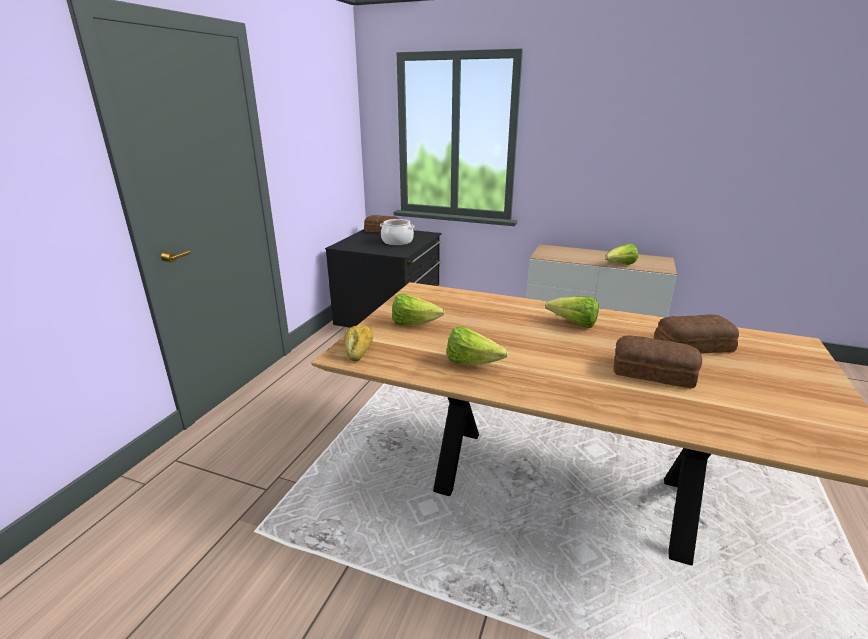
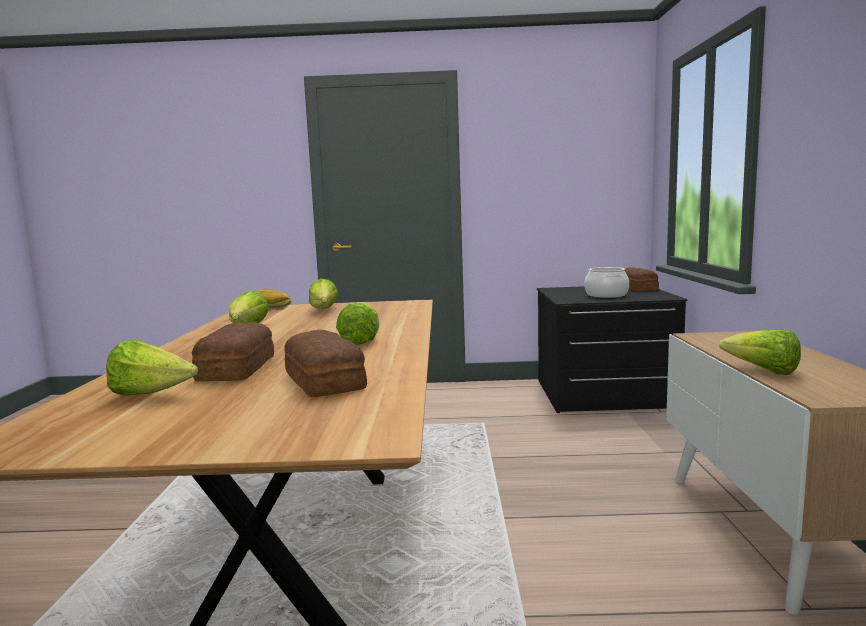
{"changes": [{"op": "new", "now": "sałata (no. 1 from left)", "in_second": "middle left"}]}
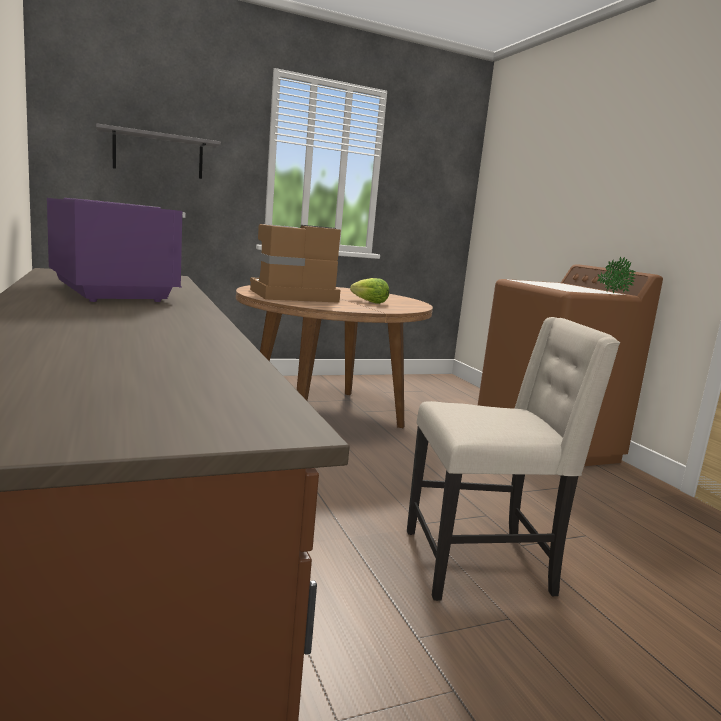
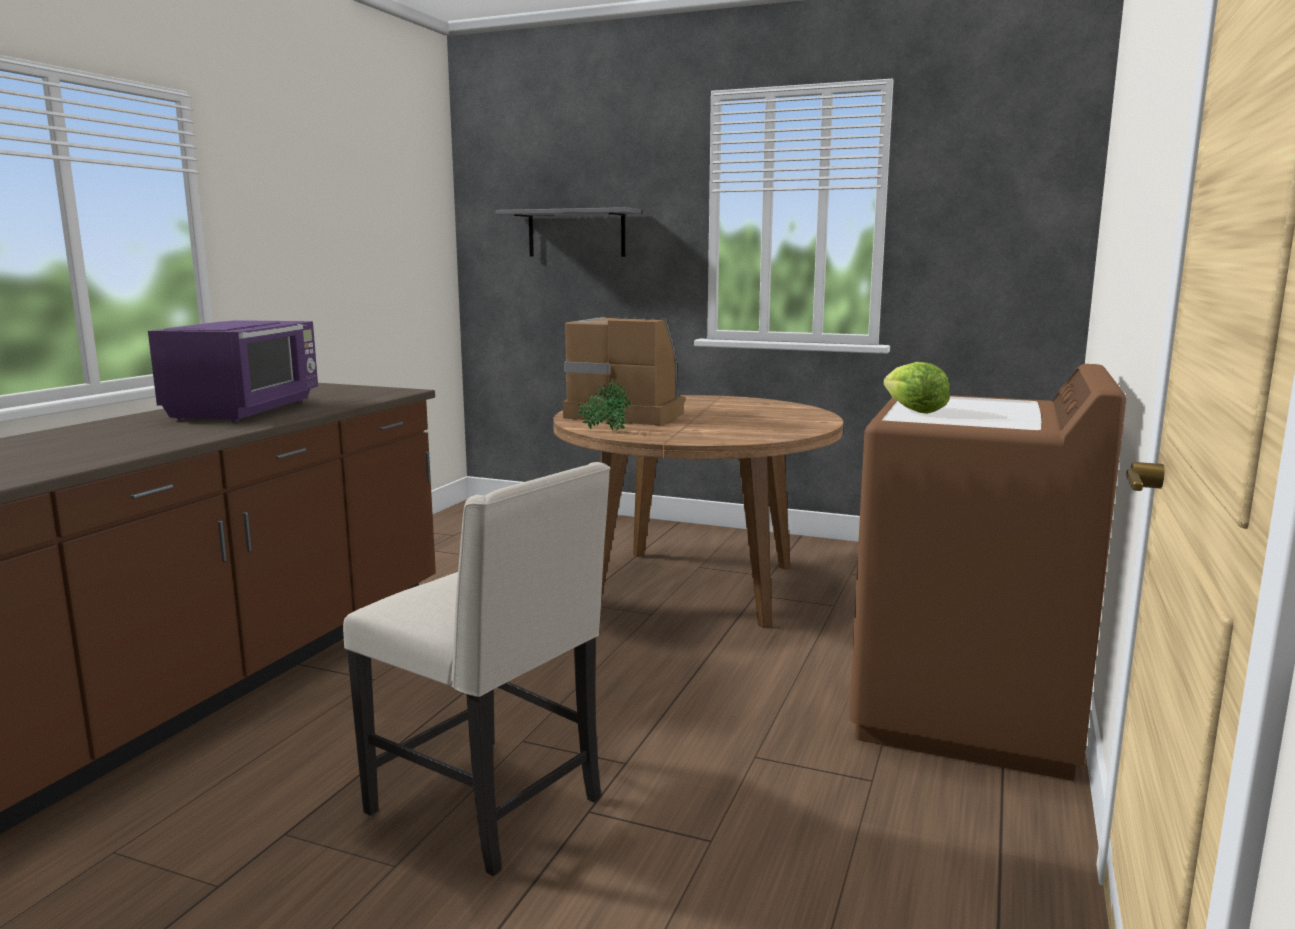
{"changes": [{"op": "shifted", "was": "roślina doniczkowa", "in_first": "middle right", "in_second": "centre"}, {"op": "shifted", "was": "sałata", "in_first": "centre", "in_second": "middle right"}]}
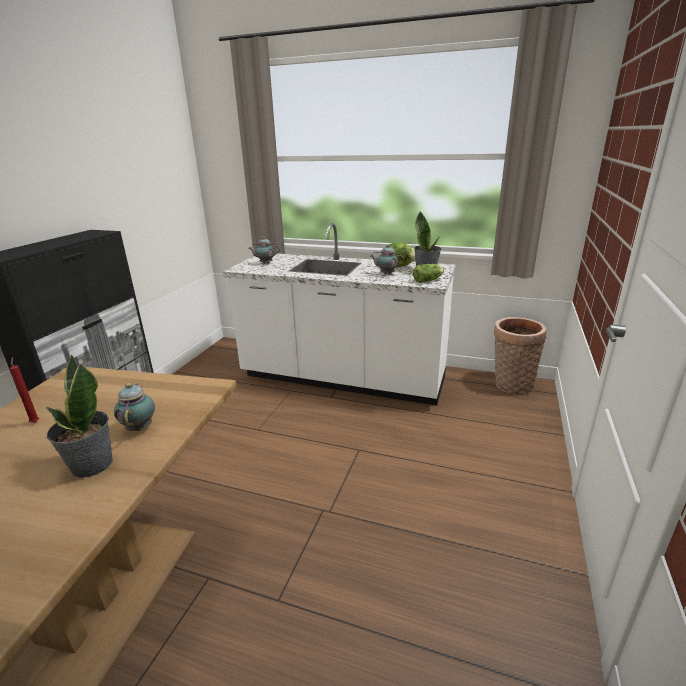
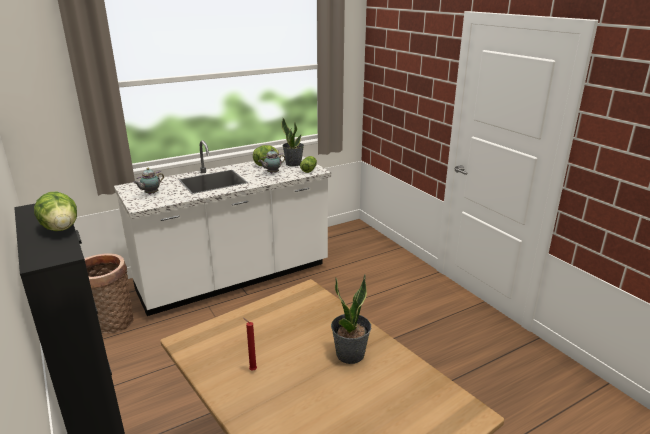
{"changes": [{"op": "shifted", "was": "koszyk", "in_first": "middle right", "in_second": "bottom left"}, {"op": "gone", "was": "imbryk (no. 1 from left)", "in_first": "middle left"}, {"op": "new", "now": "sałata (no. 1 from left)", "in_second": "middle left"}]}
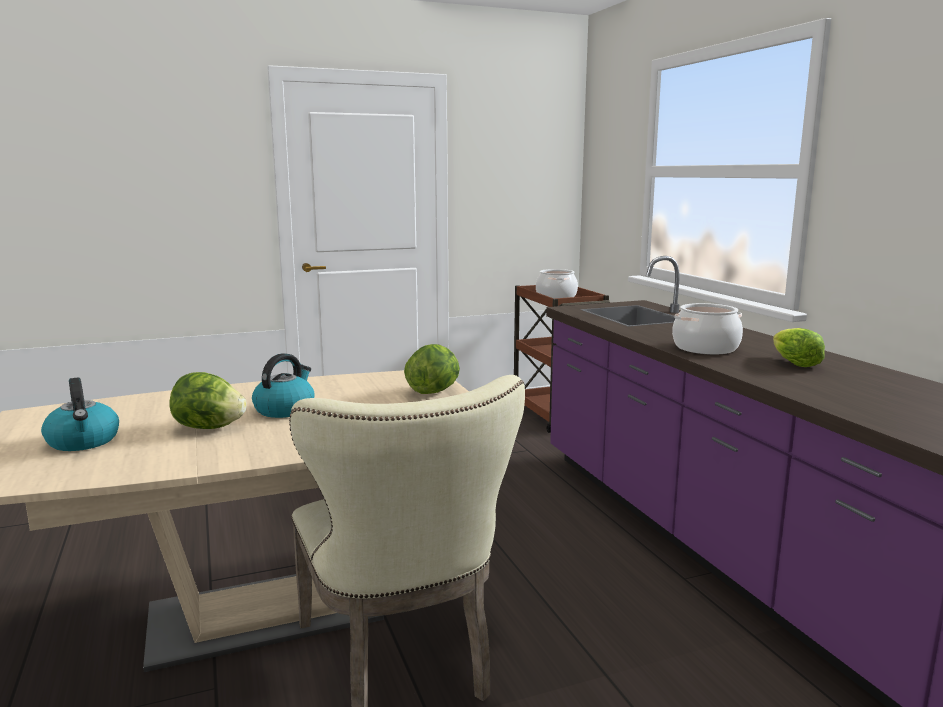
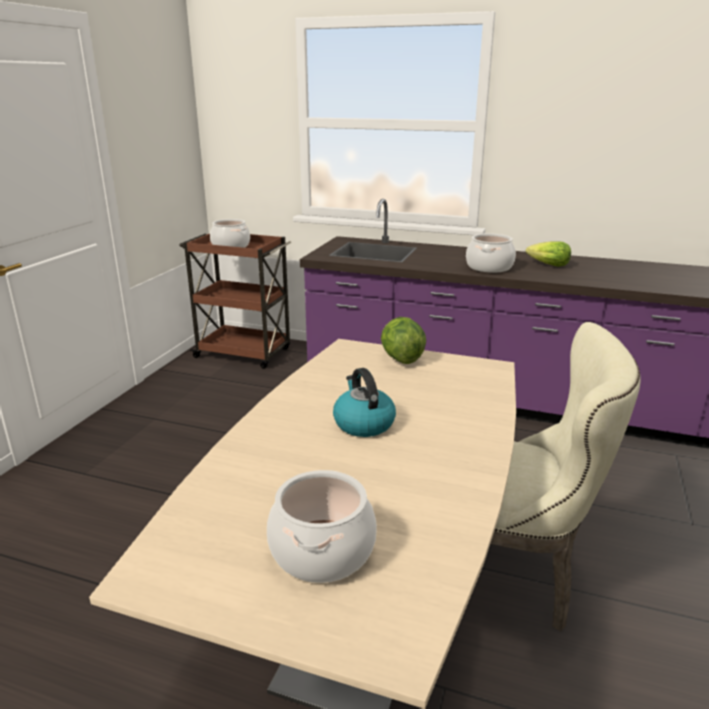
{"changes": [{"op": "gone", "was": "sałata (no. 1 from left)", "in_first": "middle left"}, {"op": "swapped", "was": "czajnik (no. 1 from left)", "now": "garnek (no. 2 from left)", "in_first": "middle left", "in_second": "bottom centre"}]}
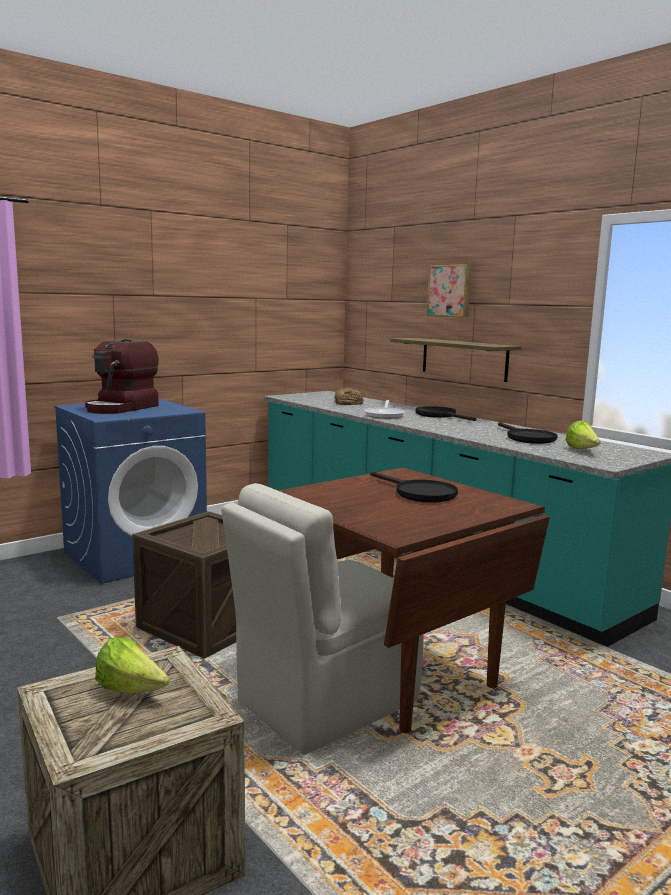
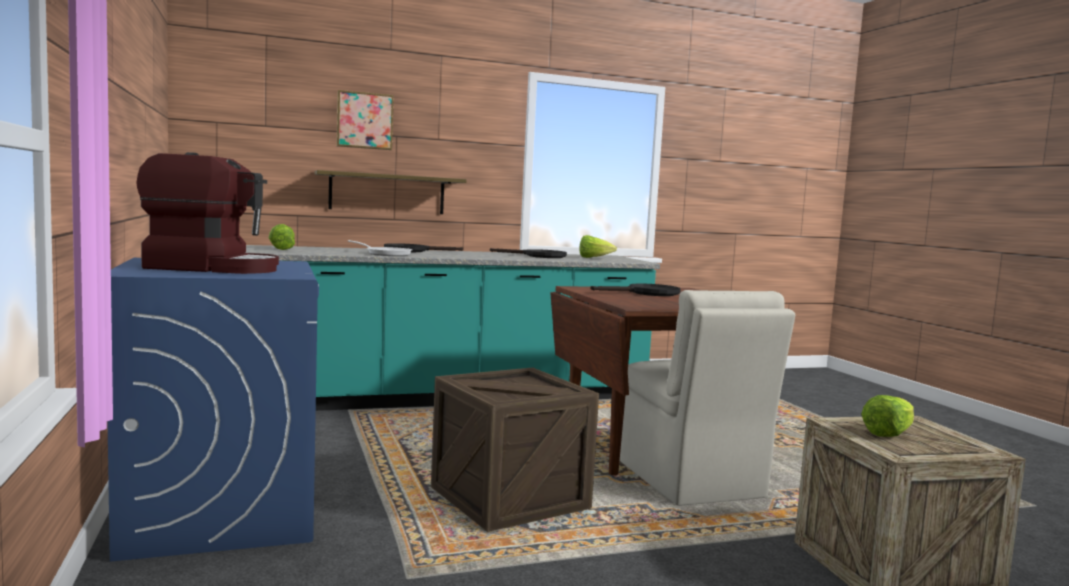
{"changes": [{"op": "rotated", "was": "ekspres do kawy", "in_first": "middle left", "in_second": "middle left", "clockwise": -45}, {"op": "swapped", "was": "chleb", "now": "sałata (no. 1 from left)", "in_first": "centre", "in_second": "middle left"}]}
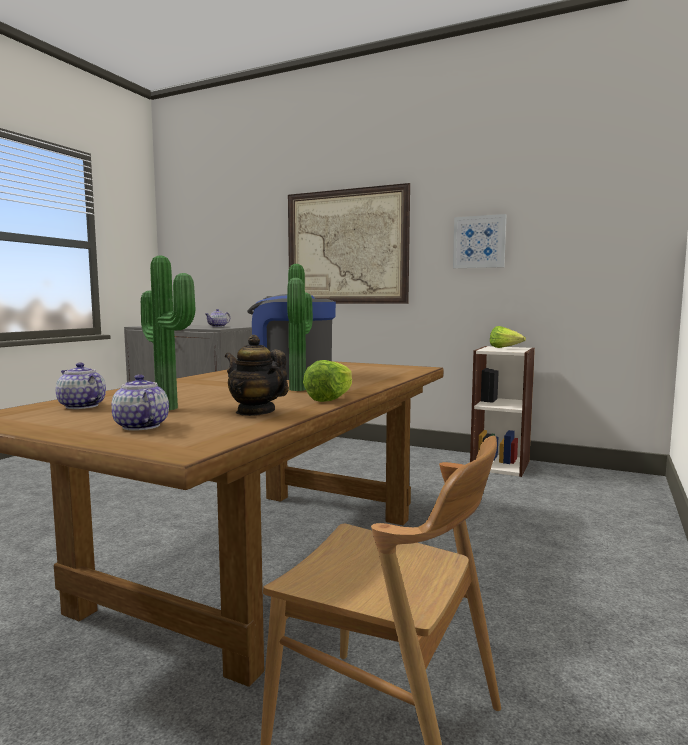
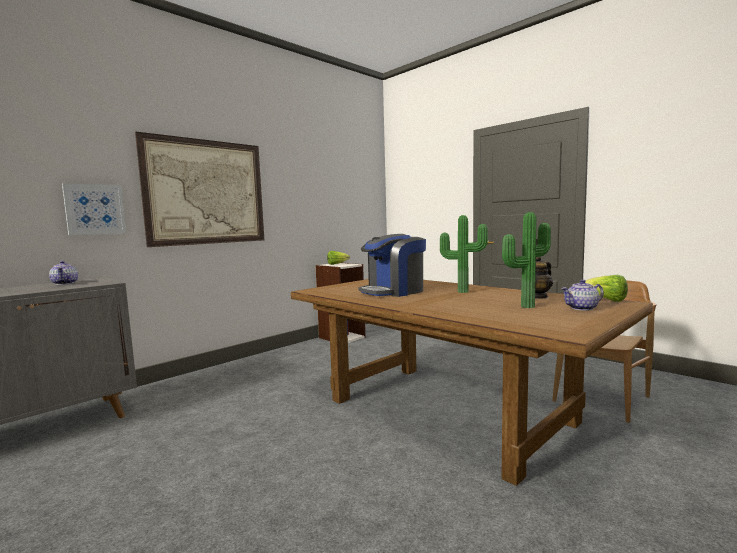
{"changes": [{"op": "shifted", "was": "obraz (no. 2 from left in the first image)", "now": "obraz (no. 1 from left)", "in_first": "top right", "in_second": "middle left"}, {"op": "shifted", "was": "sałata (no. 1 from left in the first image)", "now": "sałata (no. 2 from left)", "in_first": "centre", "in_second": "middle right"}, {"op": "gone", "was": "imbryk (no. 1 from left)", "in_first": "middle left"}]}
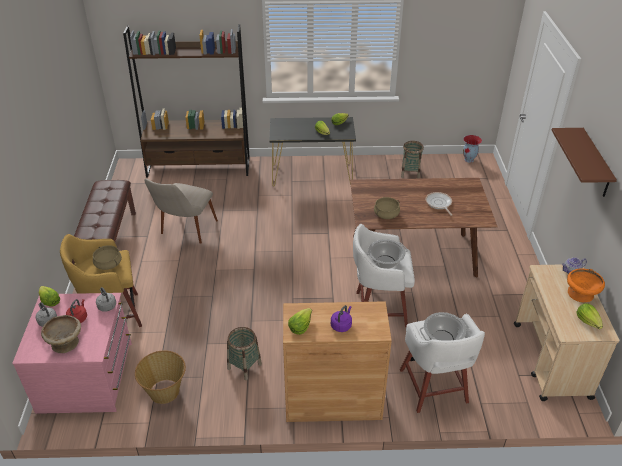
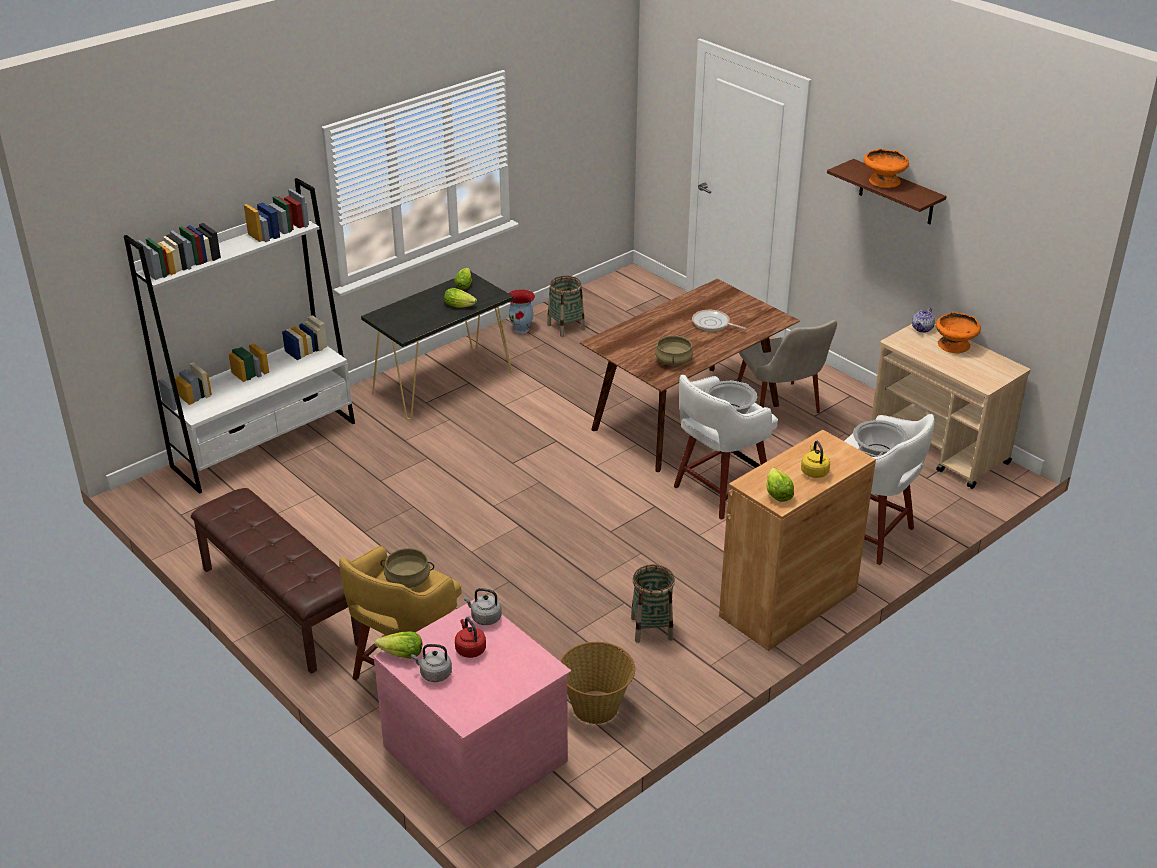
{"changes": [{"op": "repainted", "was": "regał/brązowy", "now": "regał/biały", "in_first": "top left", "in_second": "middle left"}, {"op": "shifted", "was": "wazon", "in_first": "top right", "in_second": "centre"}, {"op": "shifted", "was": "krzesło/beżowy", "in_first": "middle left", "in_second": "middle right"}, {"op": "gone", "was": "sałata (no. 5 from left)", "in_first": "bottom right"}, {"op": "repainted", "was": "czajnik/fioletowy", "now": "czajnik/żółty", "in_first": "bottom centre", "in_second": "middle right"}, {"op": "gone", "was": "miska/beżowy", "in_first": "bottom left"}, {"op": "new", "now": "miska/pomarańczowy (no. 1 from left)", "in_second": "top right"}]}
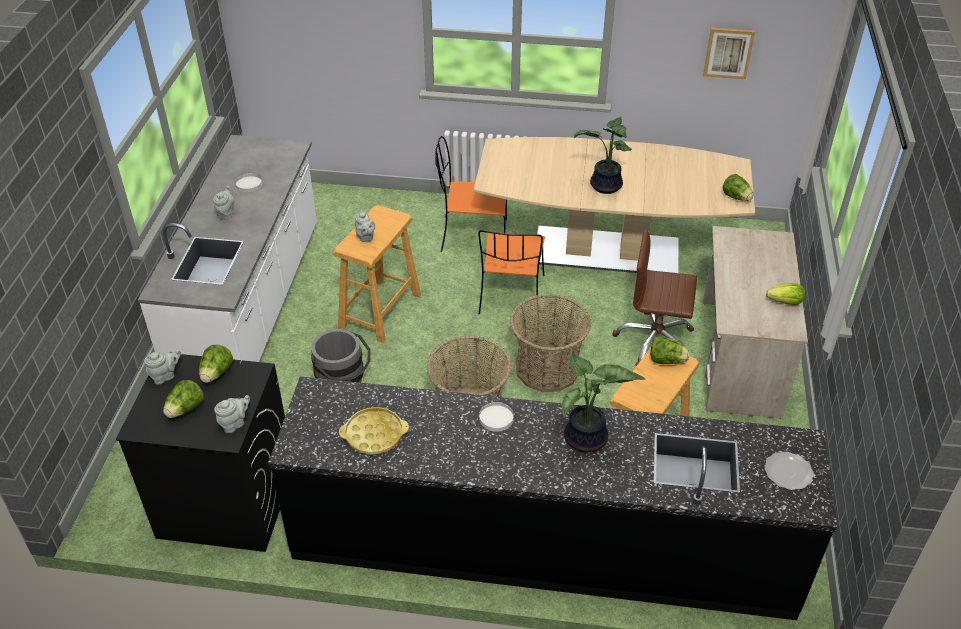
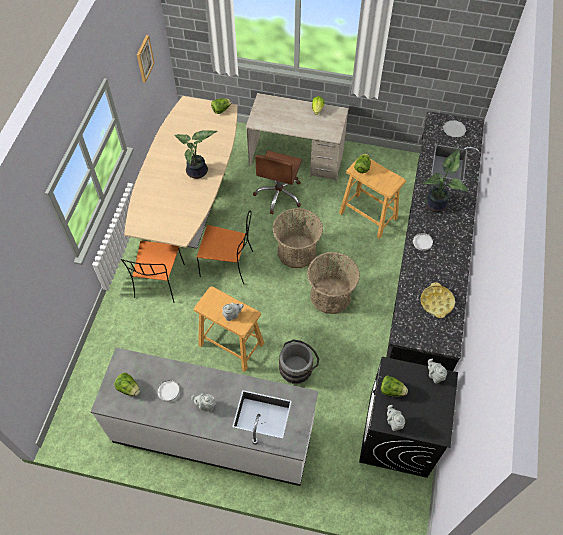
{"changes": [{"op": "shifted", "was": "sałata (no. 1 from left)", "in_first": "middle left", "in_second": "bottom left"}]}
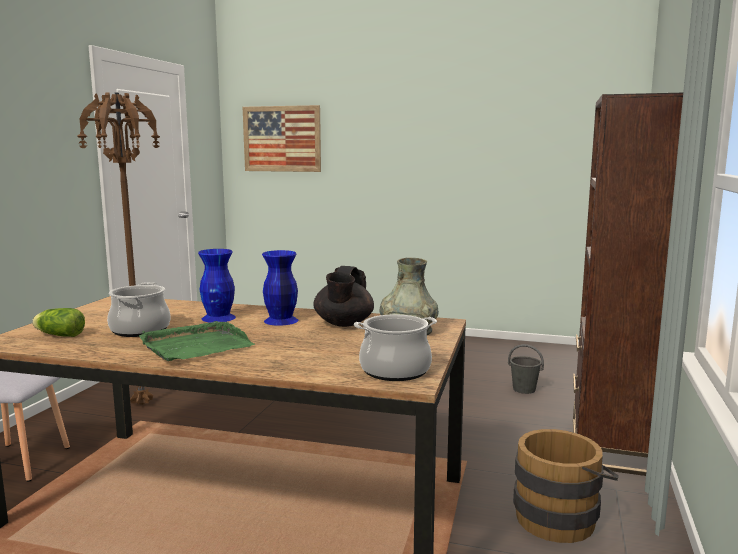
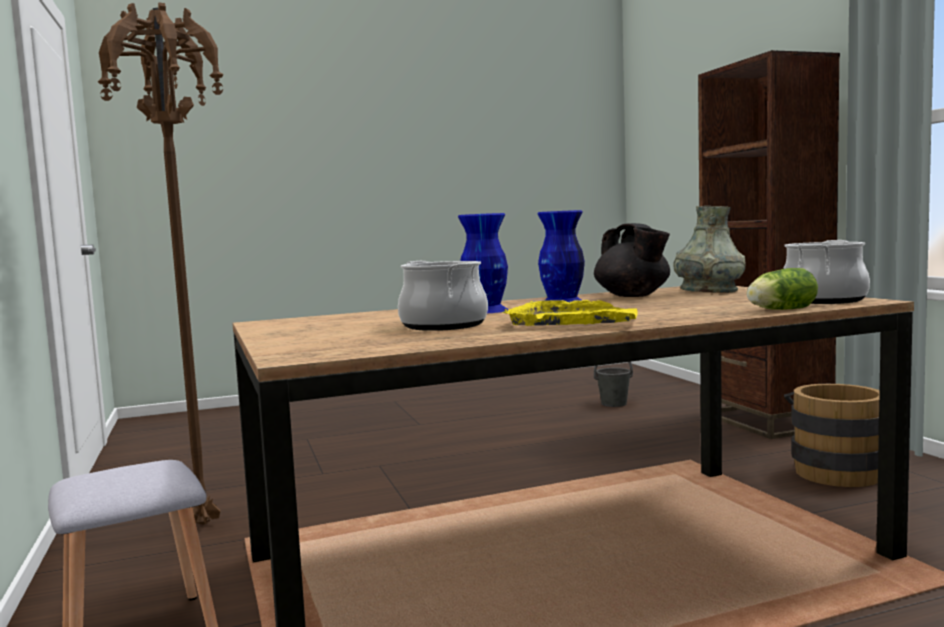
{"changes": [{"op": "gone", "was": "obraz", "in_first": "top centre"}, {"op": "shifted", "was": "sałata", "in_first": "middle left", "in_second": "middle right"}, {"op": "repainted", "was": "taca/zielony", "now": "taca/żółty", "in_first": "middle left", "in_second": "centre"}]}
